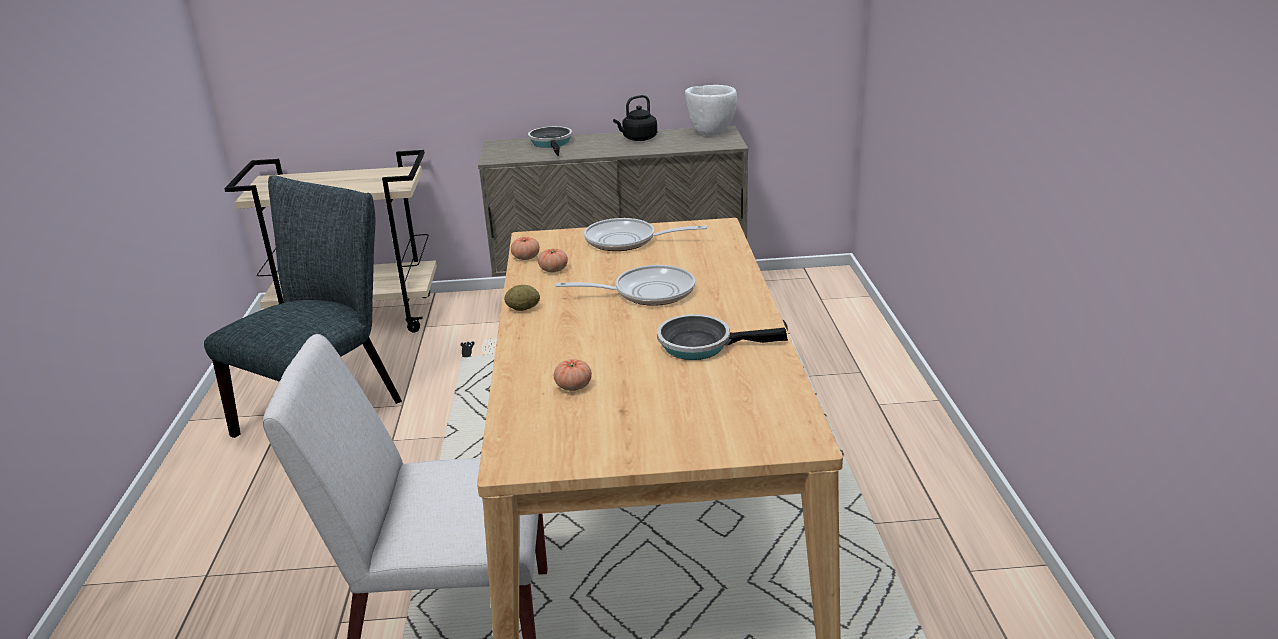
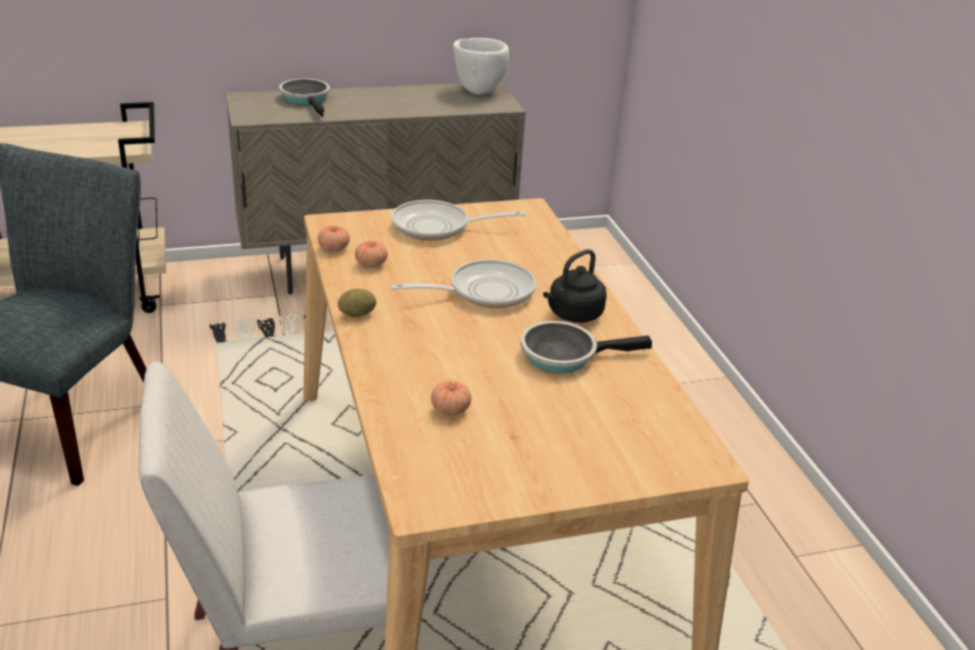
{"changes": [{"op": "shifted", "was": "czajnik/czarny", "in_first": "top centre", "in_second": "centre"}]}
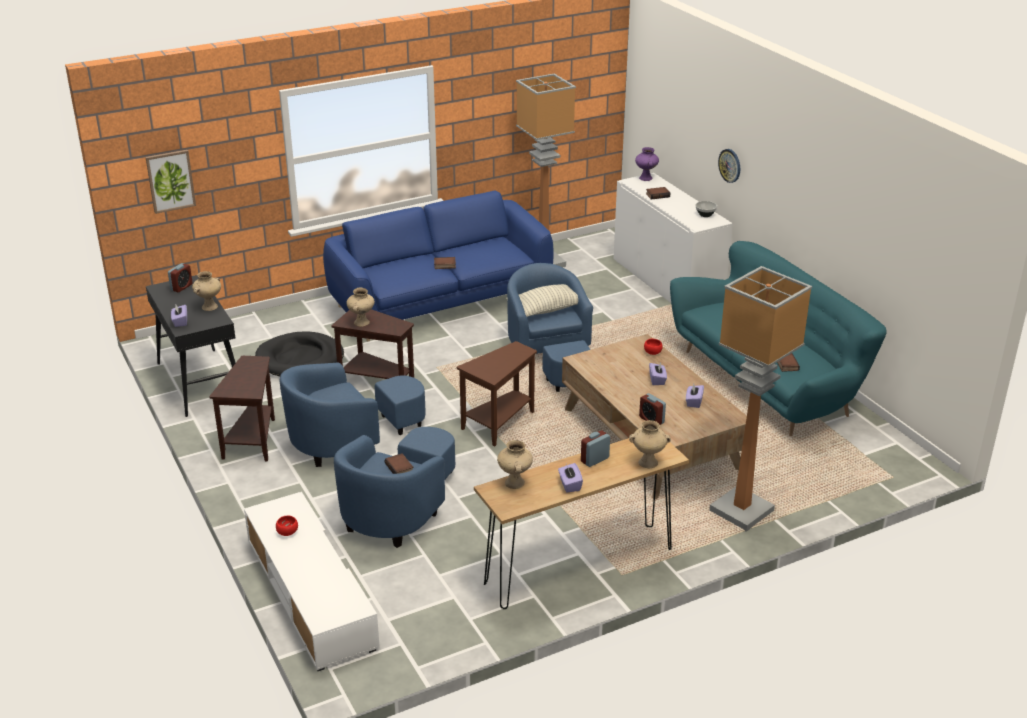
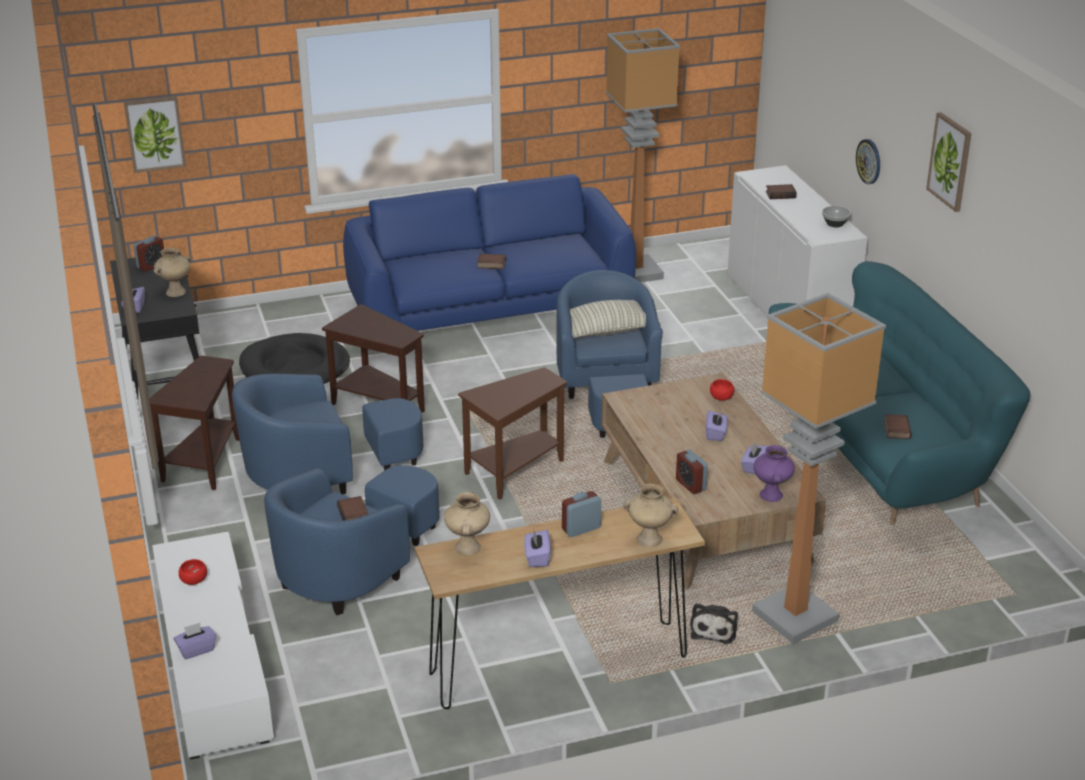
{"changes": [{"op": "shifted", "was": "wazon/fioletowy", "in_first": "top centre", "in_second": "middle right"}, {"op": "gone", "was": "wazon/beżowy (no. 2 from left)", "in_first": "centre"}, {"op": "new", "now": "obraz (no. 2 from left)", "in_second": "top right"}, {"op": "new", "now": "pluszak", "in_second": "bottom centre"}, {"op": "new", "now": "pudełko chusteczek/fioletowy (no. 2 from left)", "in_second": "bottom left"}]}
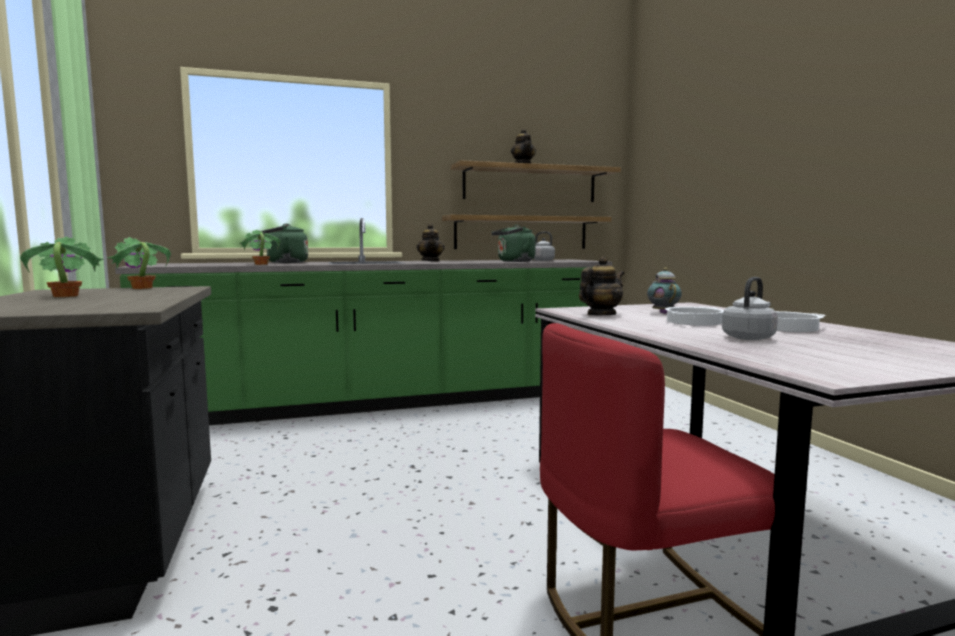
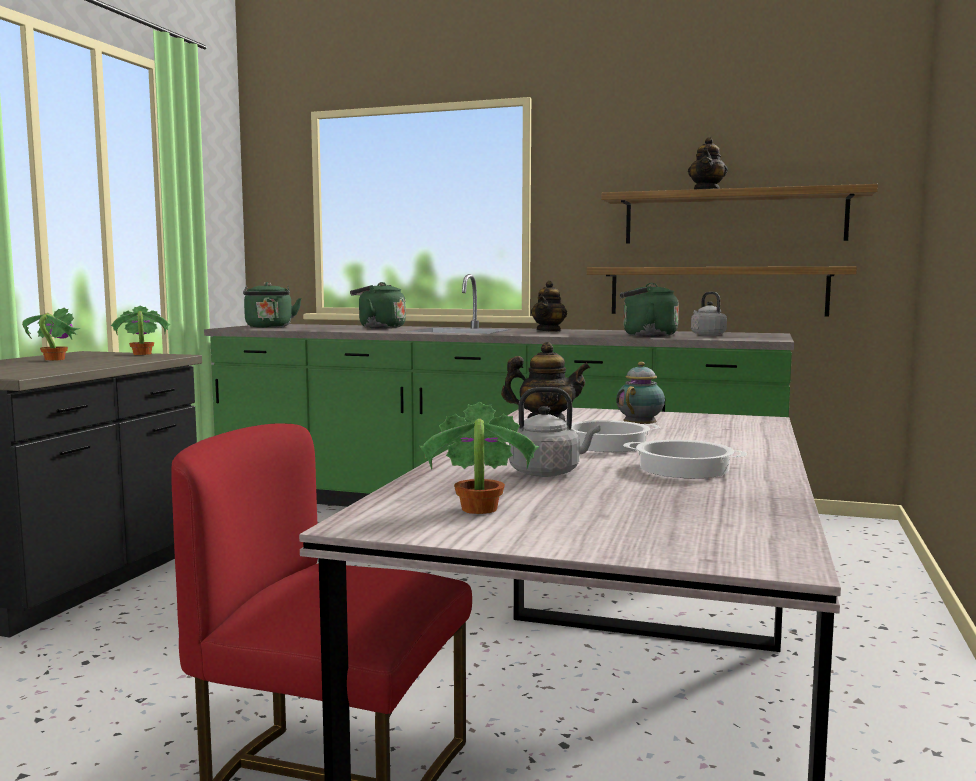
{"changes": [{"op": "shifted", "was": "roślina doniczkowa (no. 3 from left)", "in_first": "middle left", "in_second": "centre"}, {"op": "new", "now": "czajnik/zielony (no. 1 from left)", "in_second": "middle left"}]}
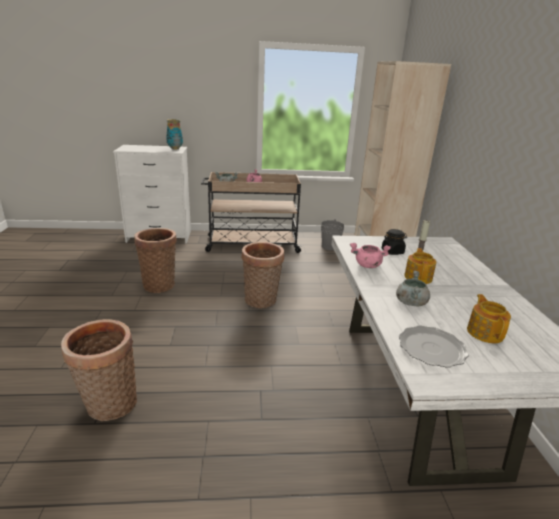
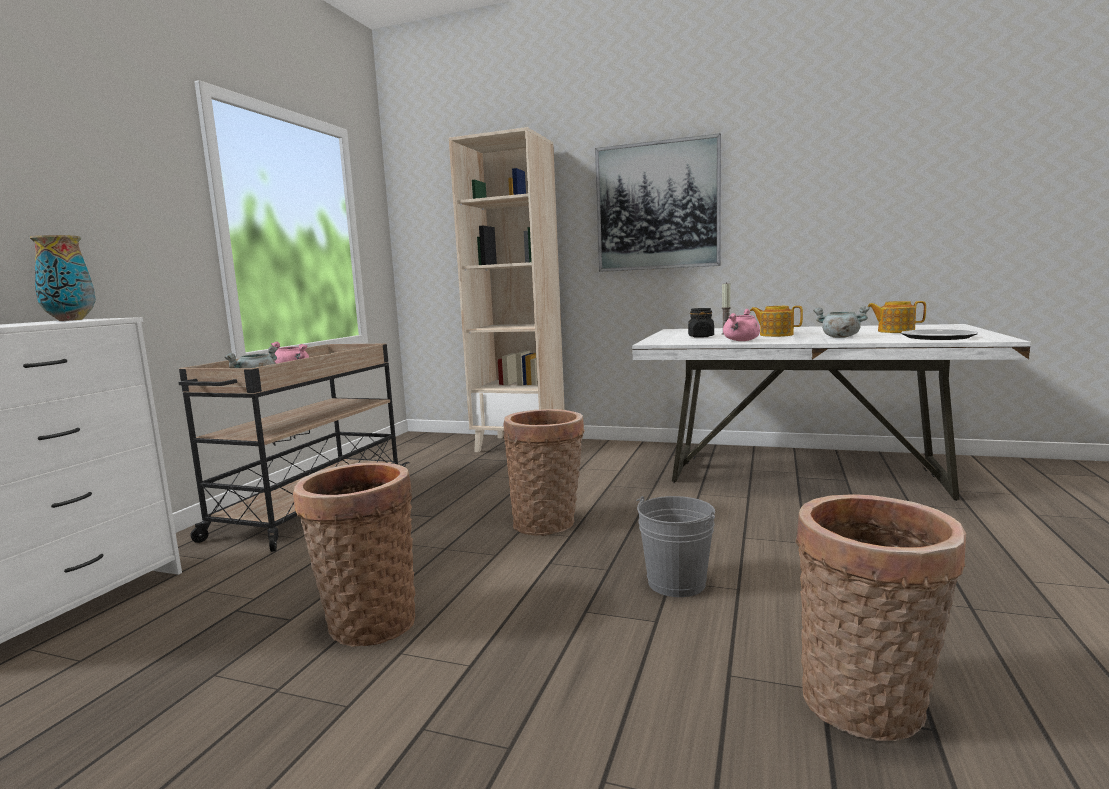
{"changes": [{"op": "shifted", "was": "wiadro/szary", "in_first": "centre", "in_second": "bottom centre"}, {"op": "new", "now": "obraz", "in_second": "top centre"}]}
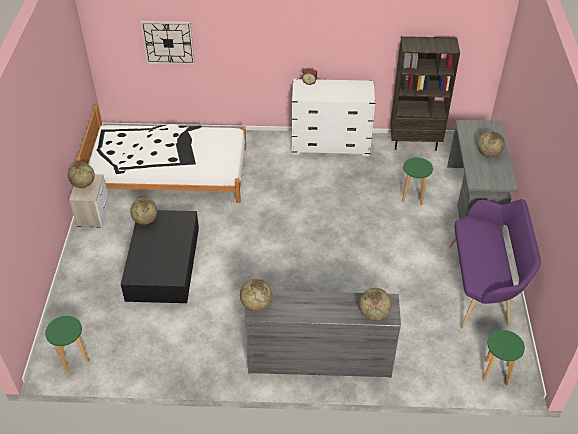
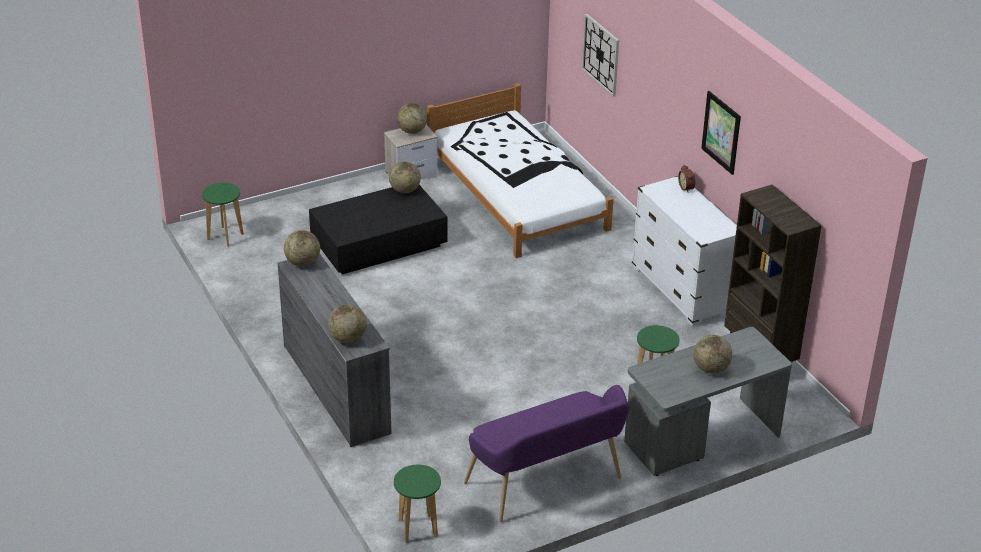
{"changes": [{"op": "new", "now": "obraz", "in_second": "top right"}]}
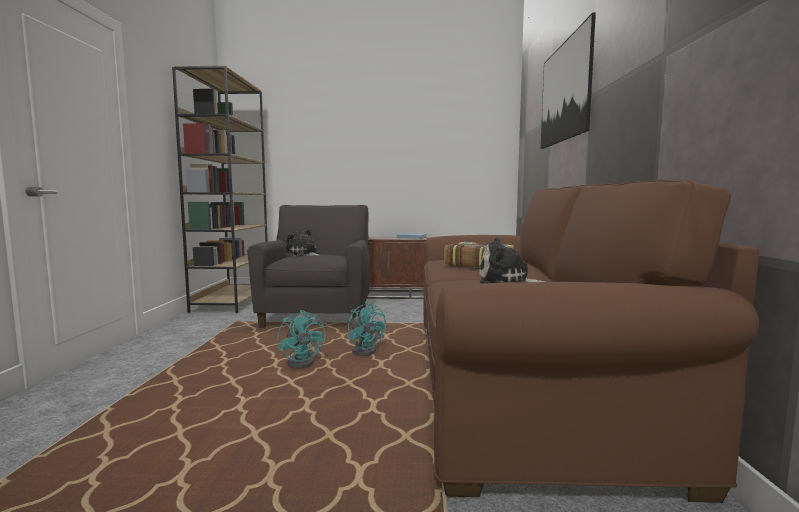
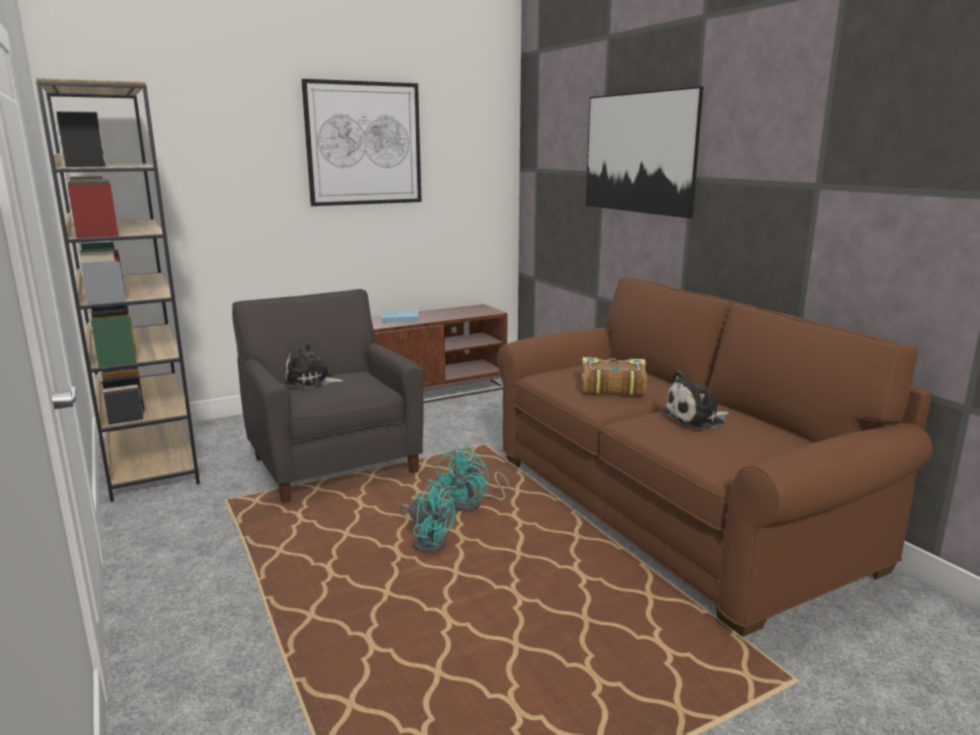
{"changes": [{"op": "rotated", "was": "wentylator/turkusowy (no. 2 from left)", "in_first": "centre", "in_second": "centre", "clockwise": 90}, {"op": "new", "now": "obraz (no. 1 from left)", "in_second": "top centre"}]}
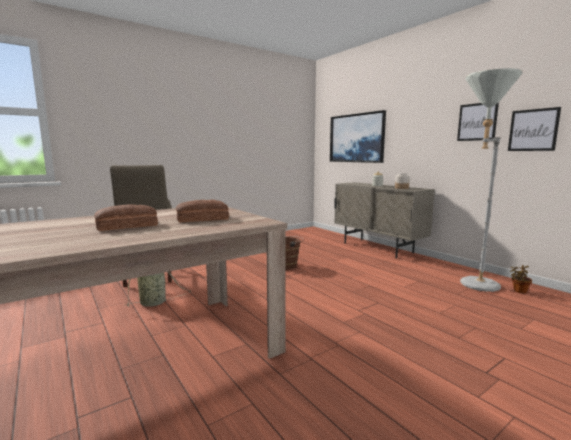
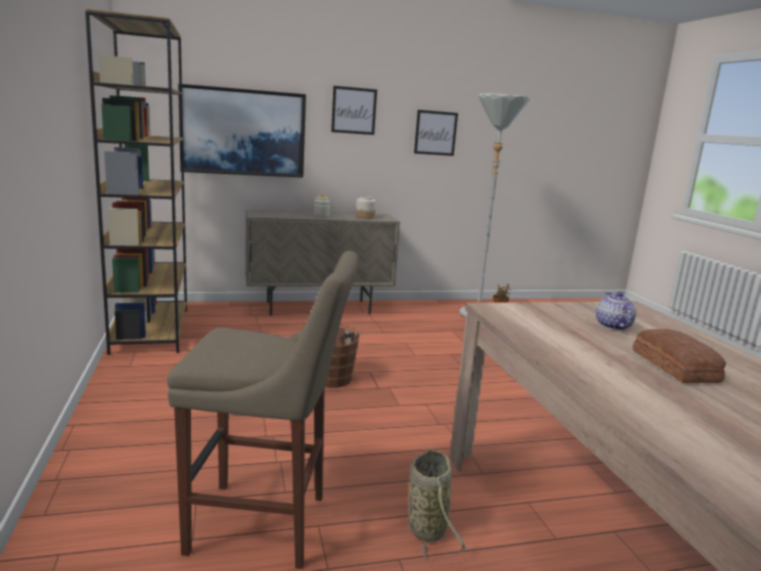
{"changes": [{"op": "shifted", "was": "obraz (no. 3 from left in the first image)", "now": "obraz (no. 2 from left)", "in_first": "top right", "in_second": "top centre"}, {"op": "swapped", "was": "chleb (no. 2 from left)", "now": "imbryk", "in_first": "centre", "in_second": "middle right"}, {"op": "new", "now": "regał/brązowy", "in_second": "top left"}]}
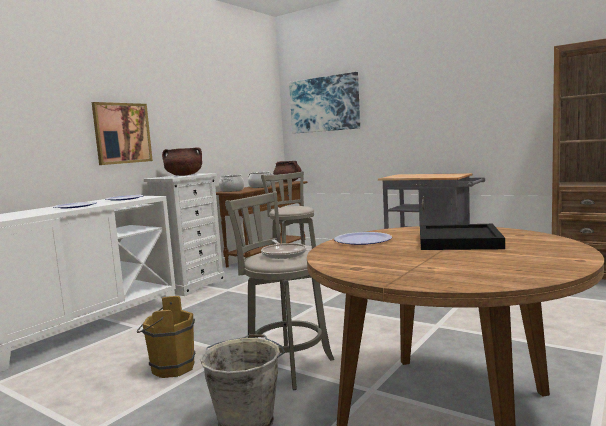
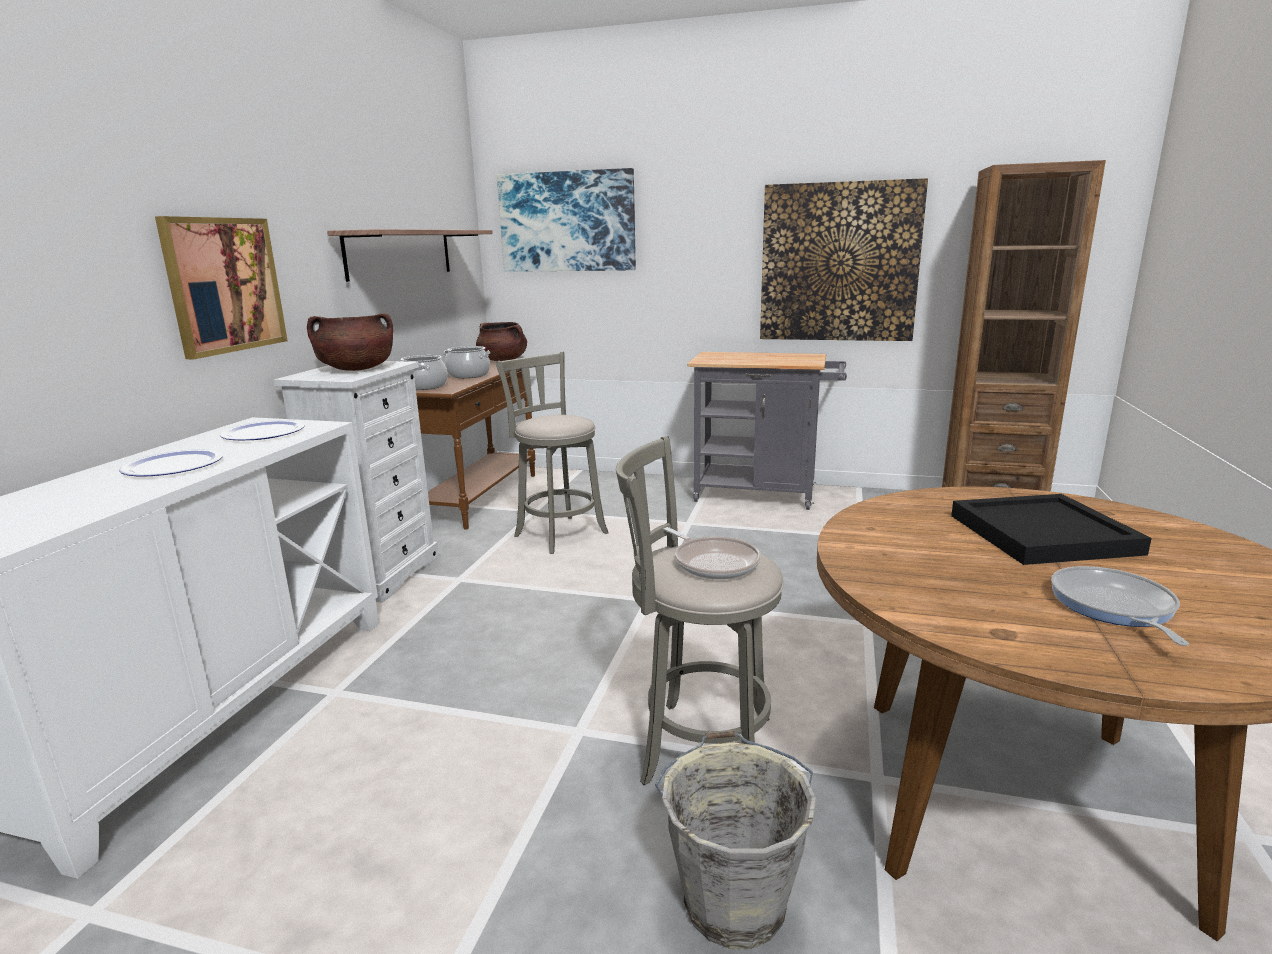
{"changes": [{"op": "gone", "was": "talerz (no. 3 from left)", "in_first": "centre"}, {"op": "gone", "was": "wiadro/brązowy", "in_first": "bottom left"}, {"op": "new", "now": "obraz (no. 3 from left)", "in_second": "top centre"}, {"op": "new", "now": "półka", "in_second": "top left"}, {"op": "new", "now": "patelnia (no. 2 from left)", "in_second": "middle right"}]}
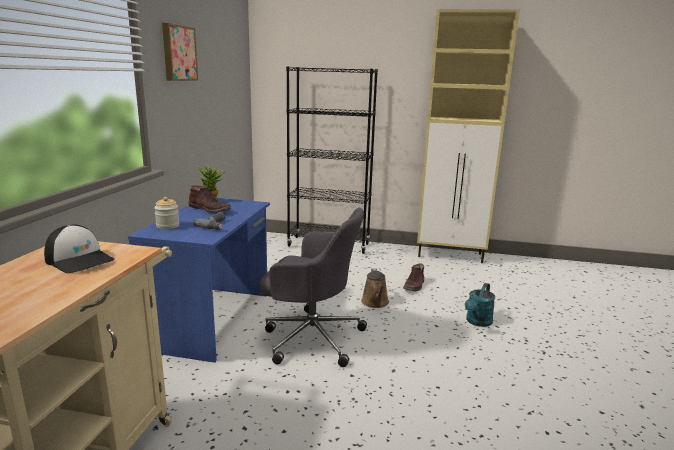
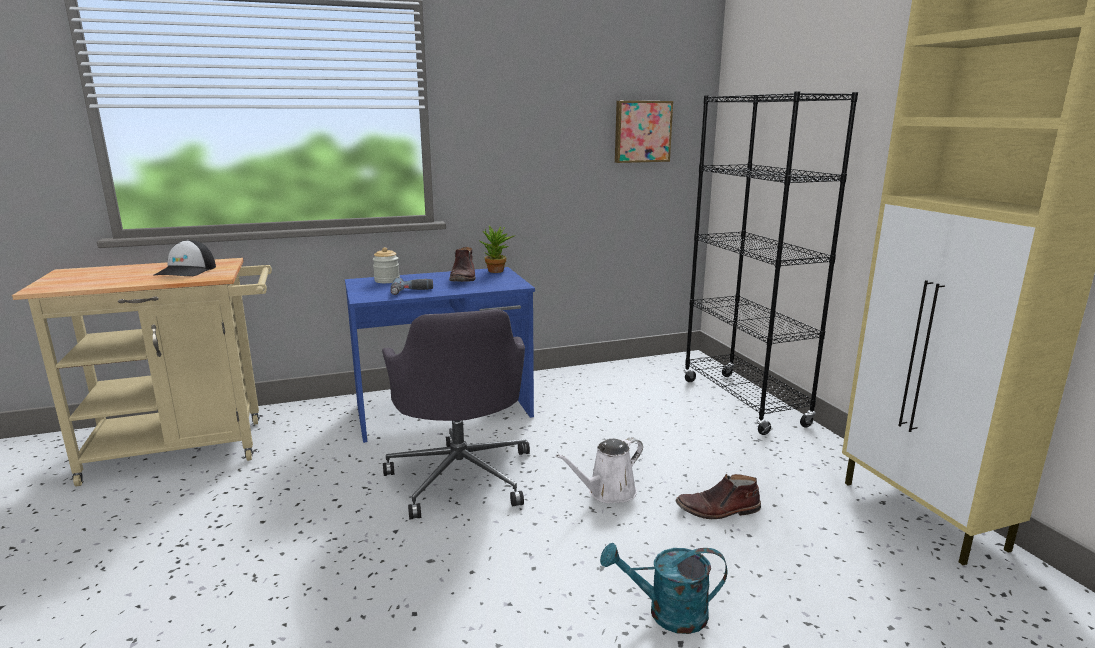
{"changes": [{"op": "shifted", "was": "obraz", "in_first": "top left", "in_second": "top centre"}, {"op": "repainted", "was": "konewka/brązowy", "now": "konewka/biały", "in_first": "centre", "in_second": "bottom centre"}]}
